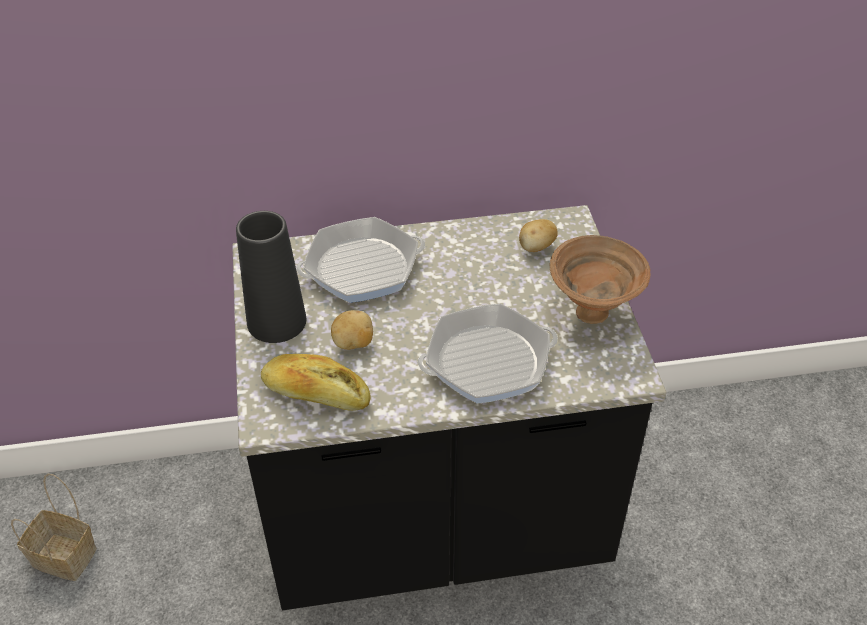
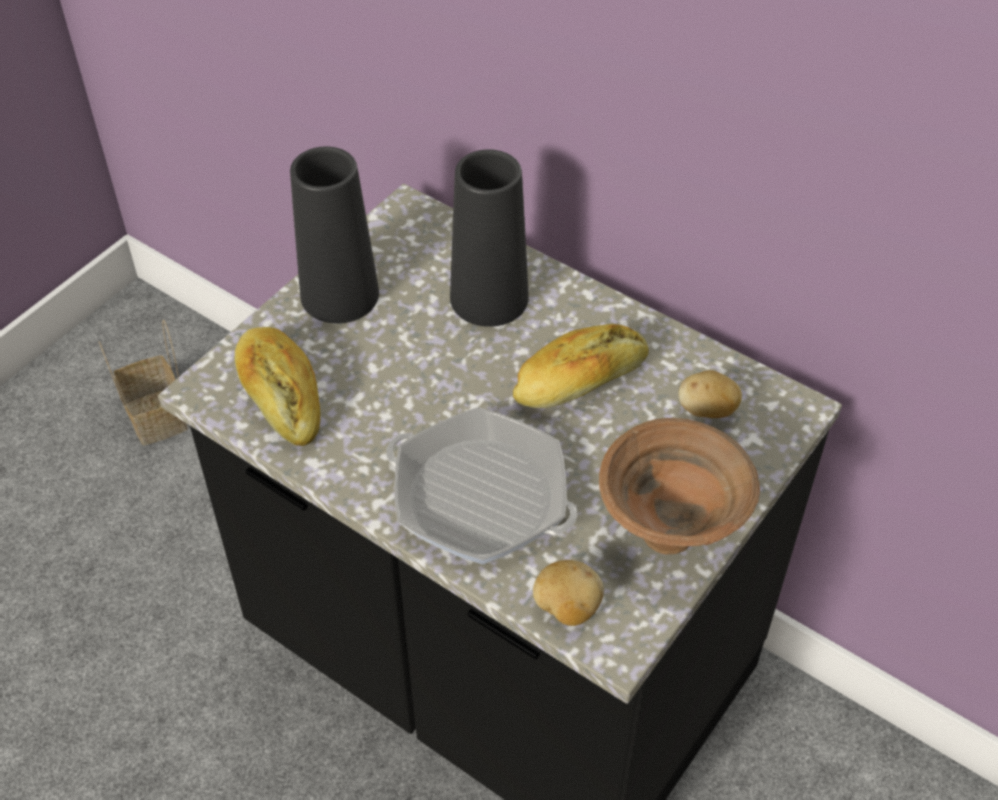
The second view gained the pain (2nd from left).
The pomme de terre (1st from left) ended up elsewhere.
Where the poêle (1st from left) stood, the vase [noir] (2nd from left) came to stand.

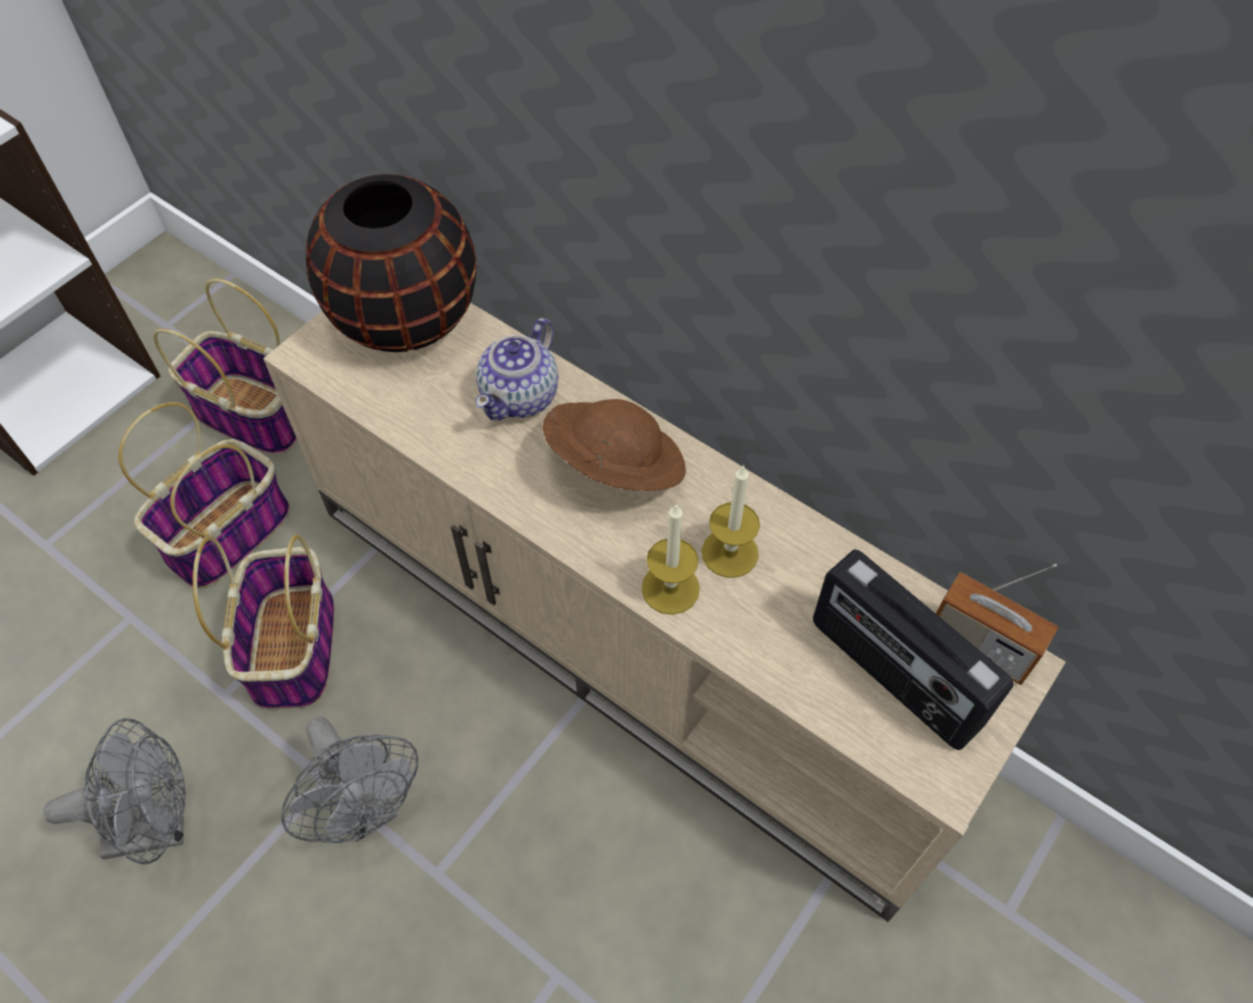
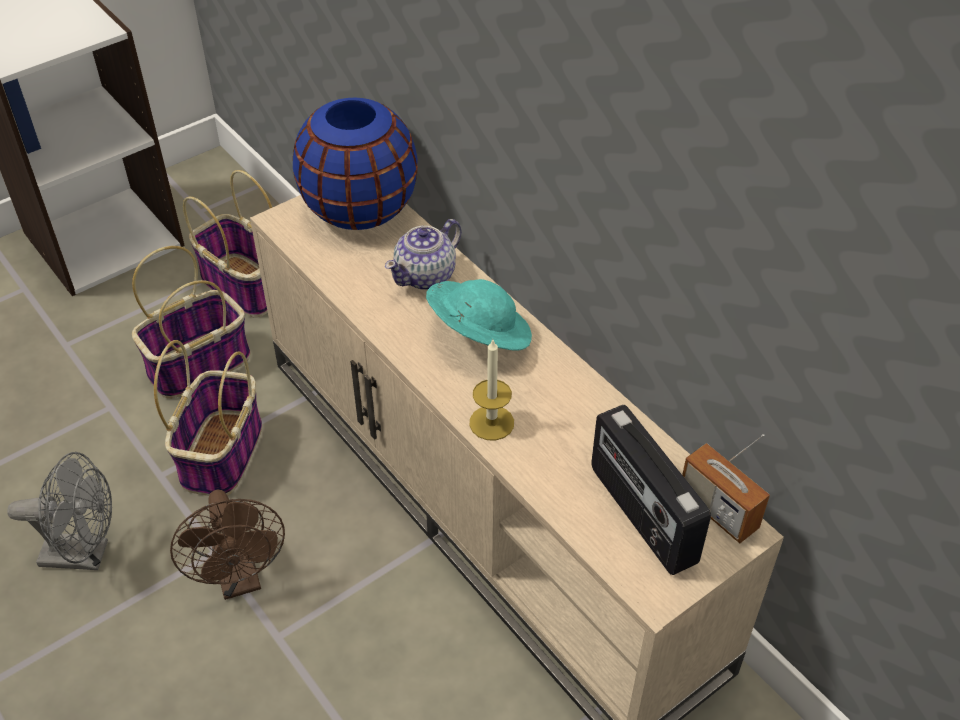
The second view lost the bougie (2nd from left).
What was the ventilateur [gris] (2nd from left) turned into the ventilateur [marron].
What was the vase [noir] turned into the vase [bleu].
What was the chapeau [marron] turned into the chapeau [turquoise].

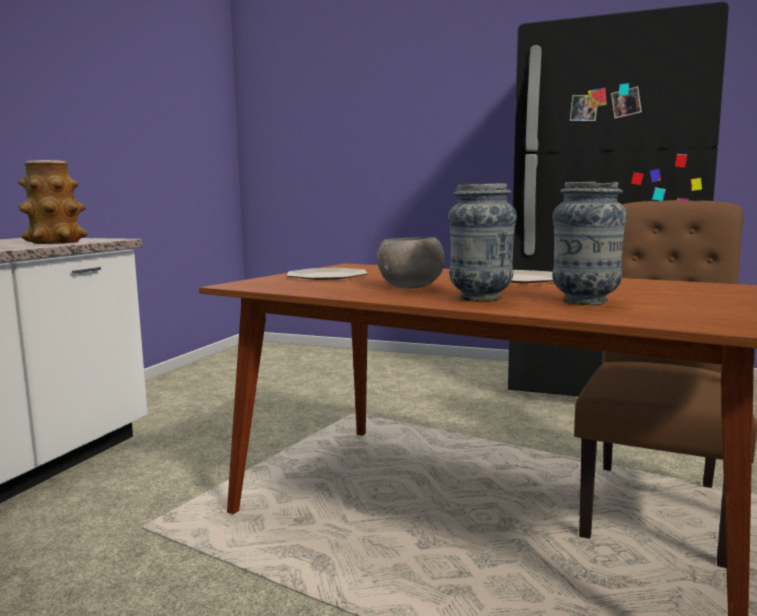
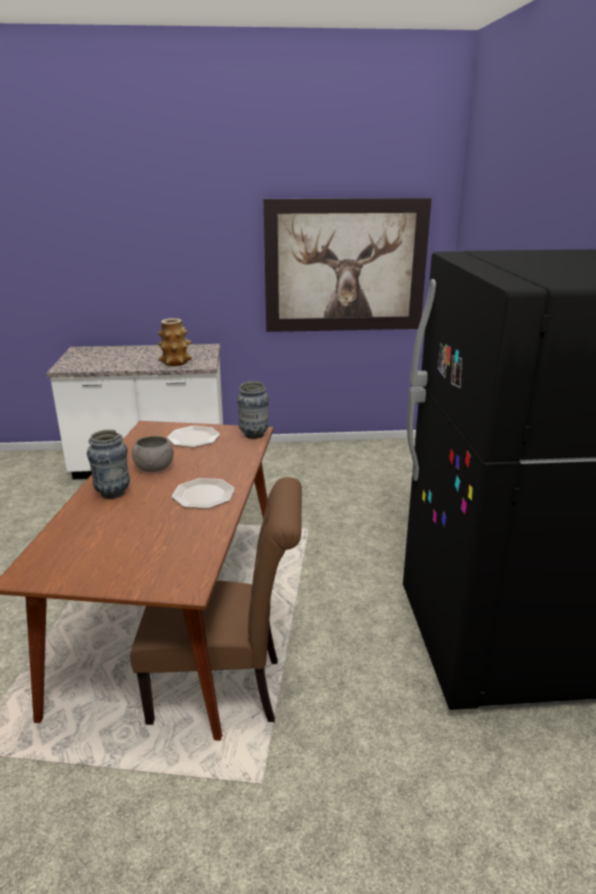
The second view gained the tableau.
The vase (3rd from left) ended up elsewhere.

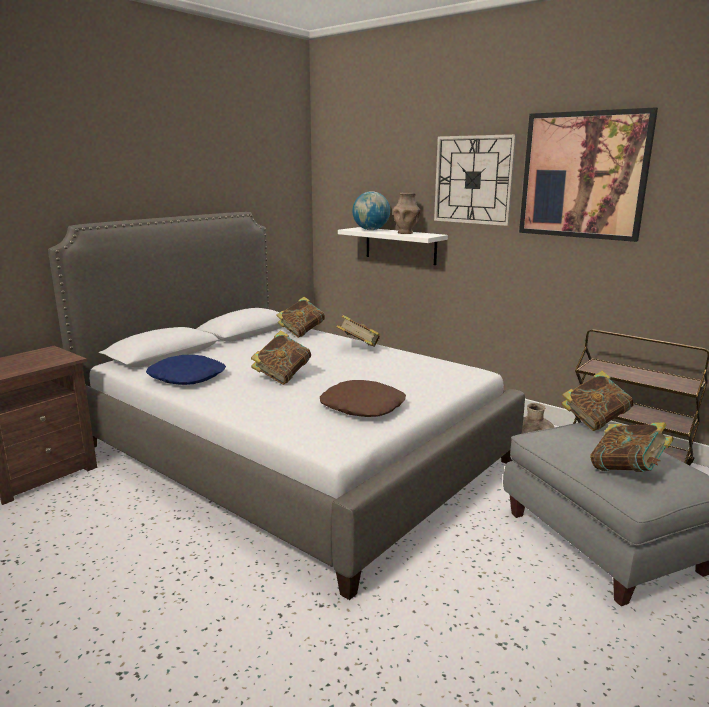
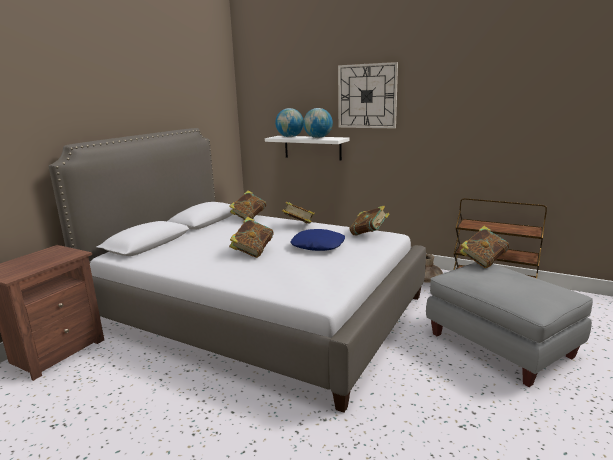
The second view lost the coussin [marron].
The second view lost the tableau.
The coussin [bleu] ended up elsewhere.
The livre (5th from left in the first image) ended up elsewhere.
Where the vase [marron] (1st from left) stood, the globe (2nd from left) came to stand.

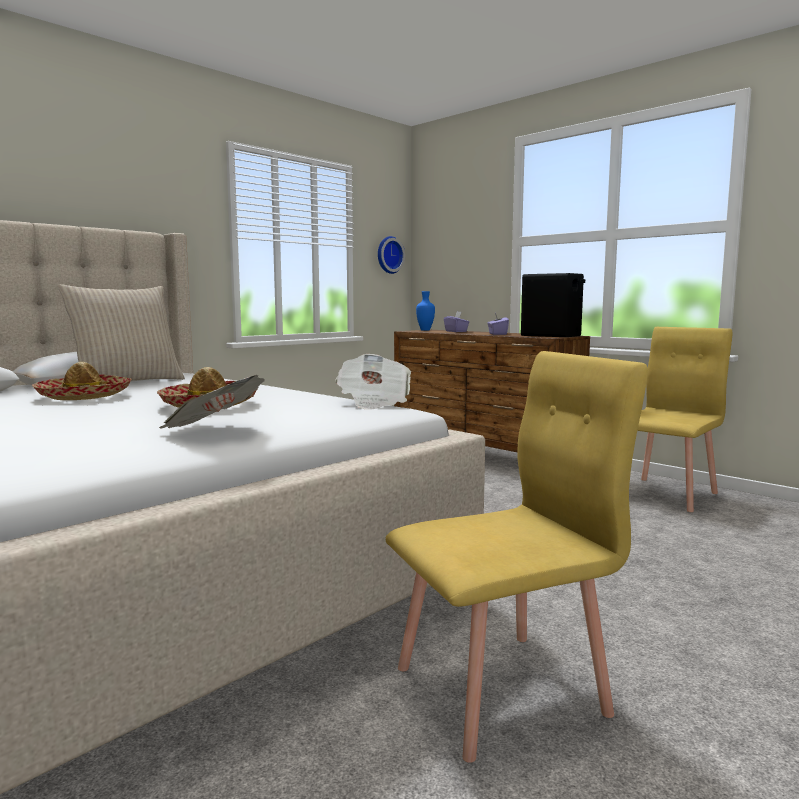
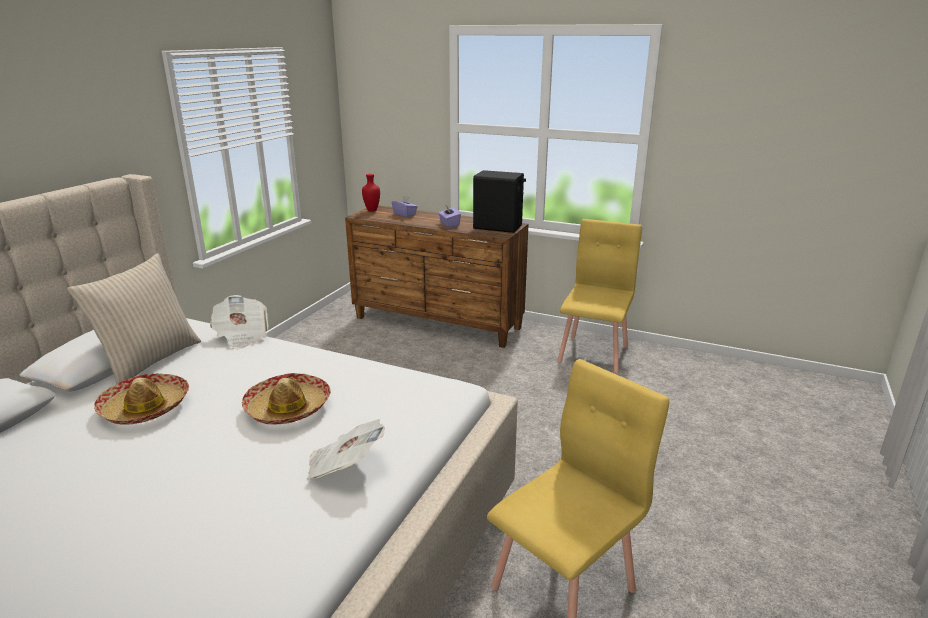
The second view lost the horloge murale.
The journal (2nd from left in the first image) ended up elsewhere.
What was the vase [bleu] turned into the vase [rouge].

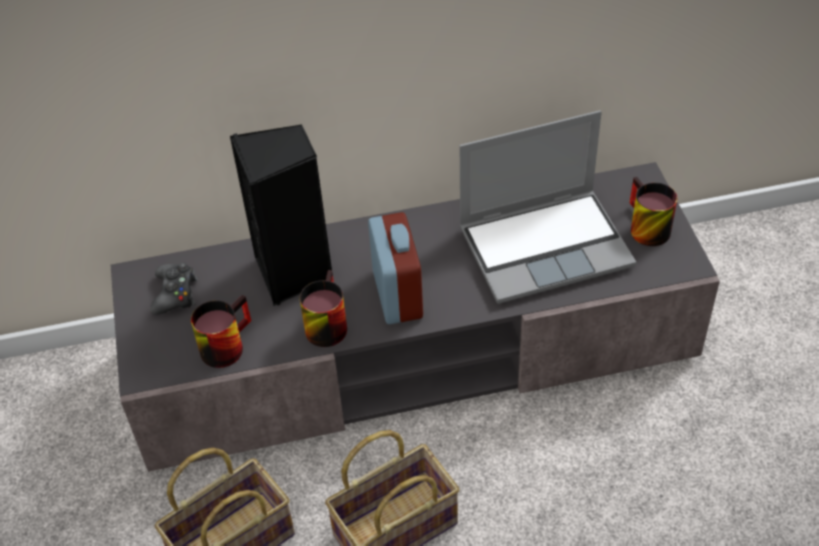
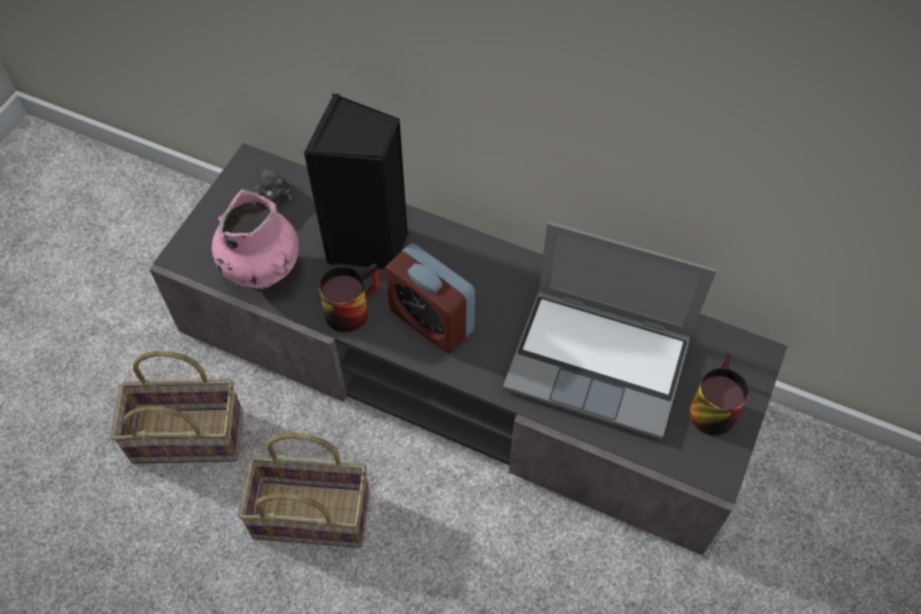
Where the mug (1st from left) stood, the vase [rose] came to stand.
The réveil ended up facing another way, 105 degrees clockwise from before.

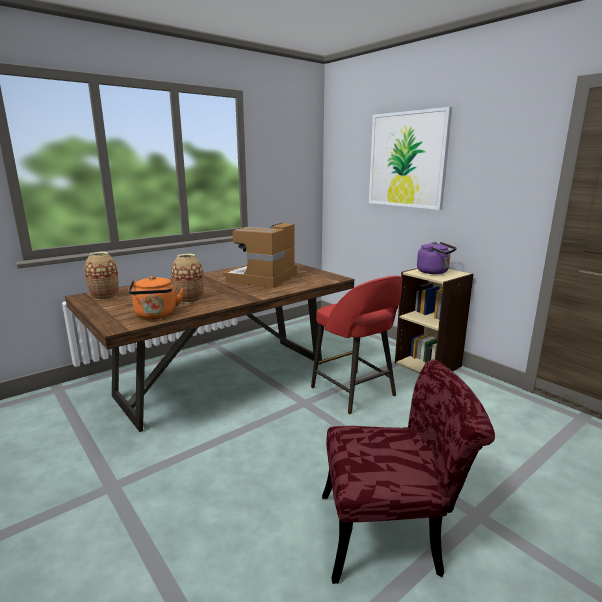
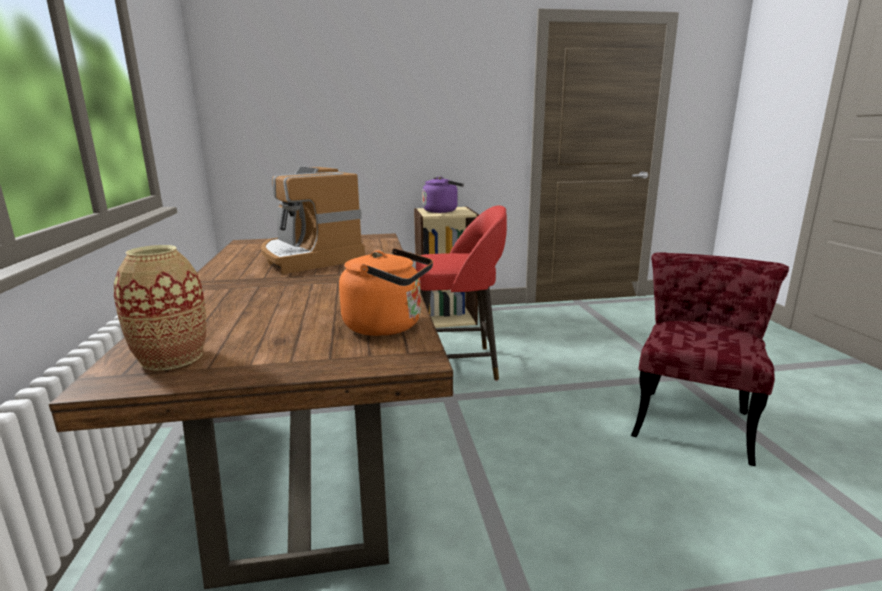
The second view lost the vase (2nd from left).
The second view lost the tableau.

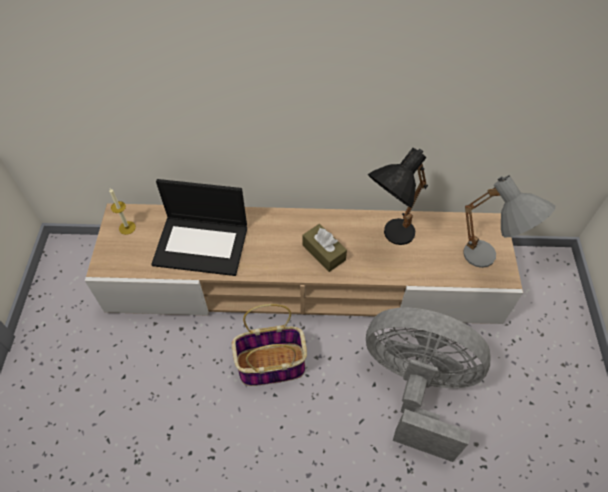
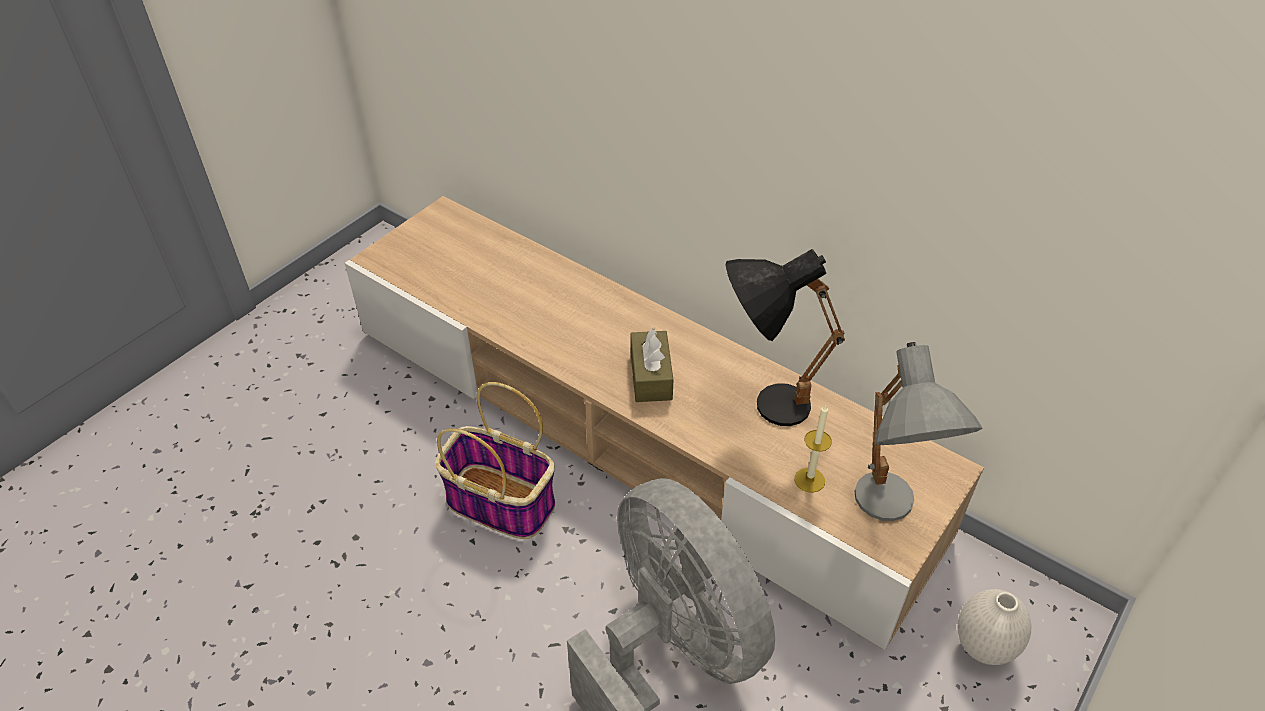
The second view lost the ordinateur portable.
The second view gained the vase [blanc].
The bougie ended up elsewhere.

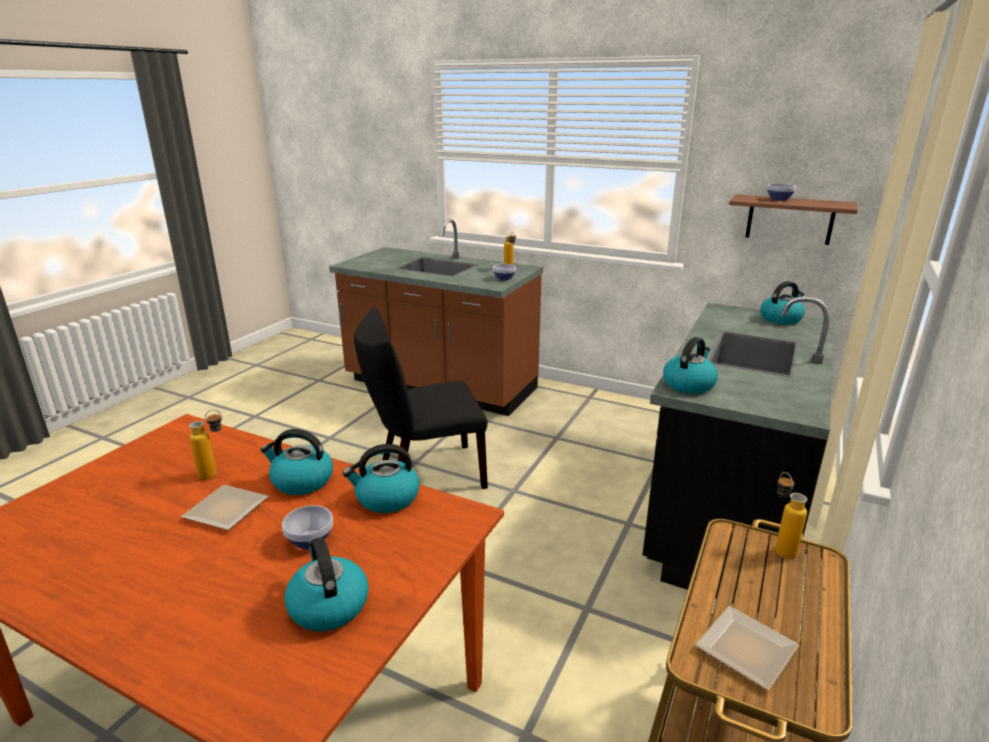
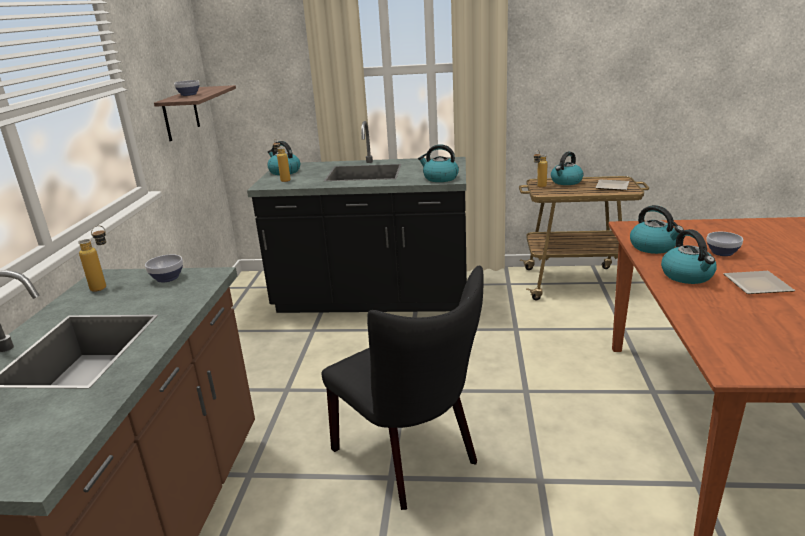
The bouteille (1st from left in the first image) ended up elsewhere.
The bouilloire (2nd from left in the first image) ended up elsewhere.

